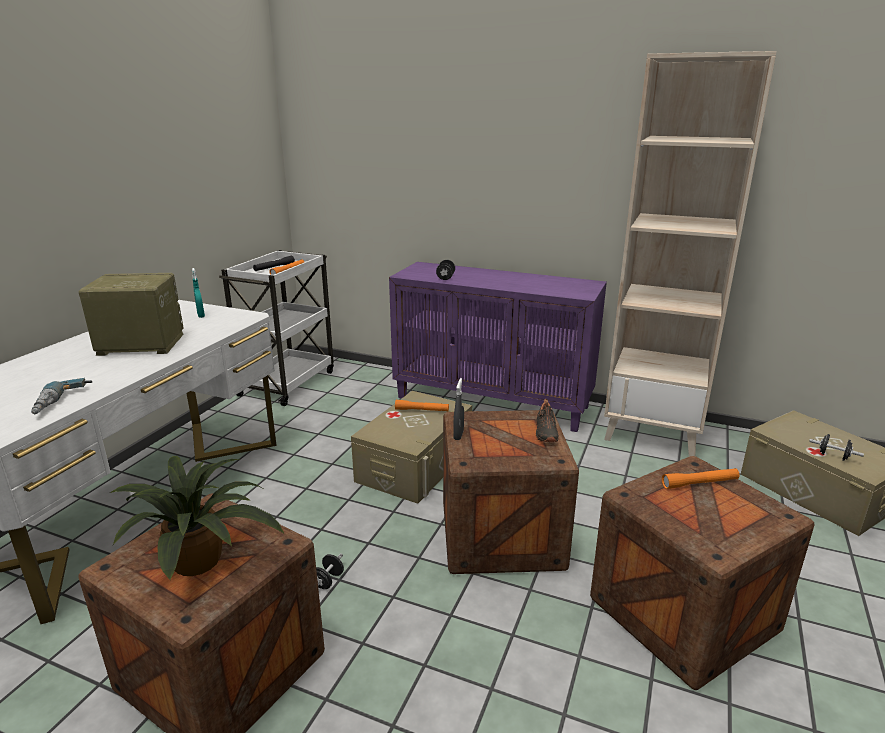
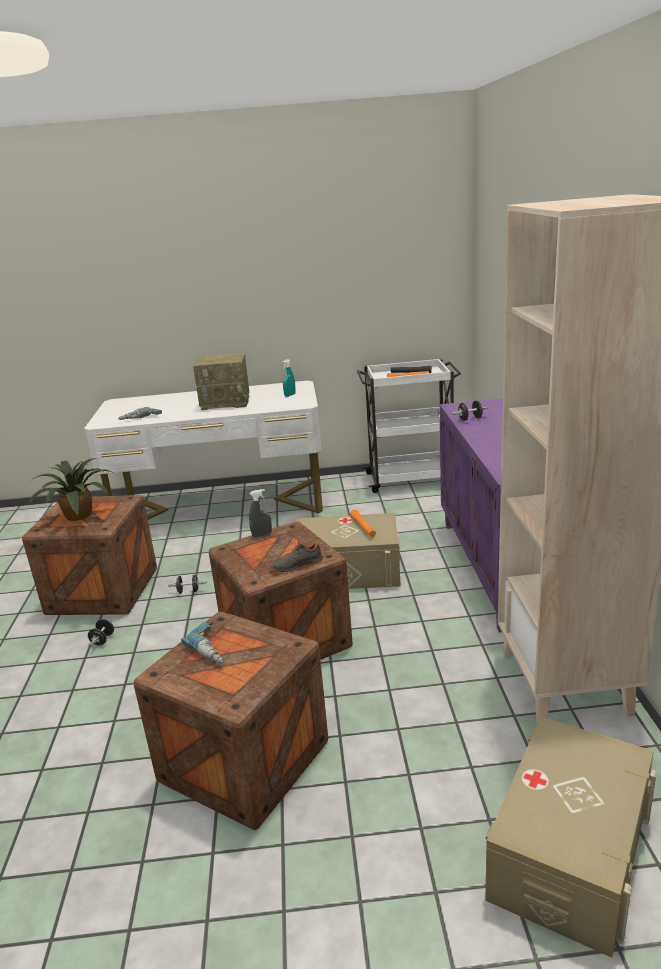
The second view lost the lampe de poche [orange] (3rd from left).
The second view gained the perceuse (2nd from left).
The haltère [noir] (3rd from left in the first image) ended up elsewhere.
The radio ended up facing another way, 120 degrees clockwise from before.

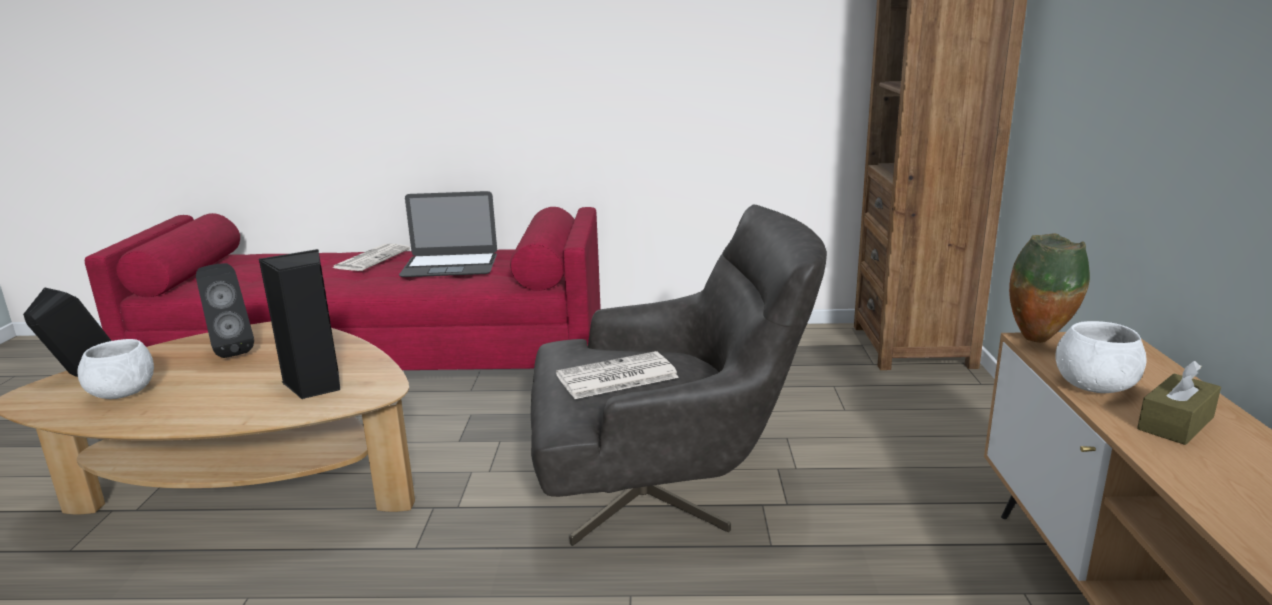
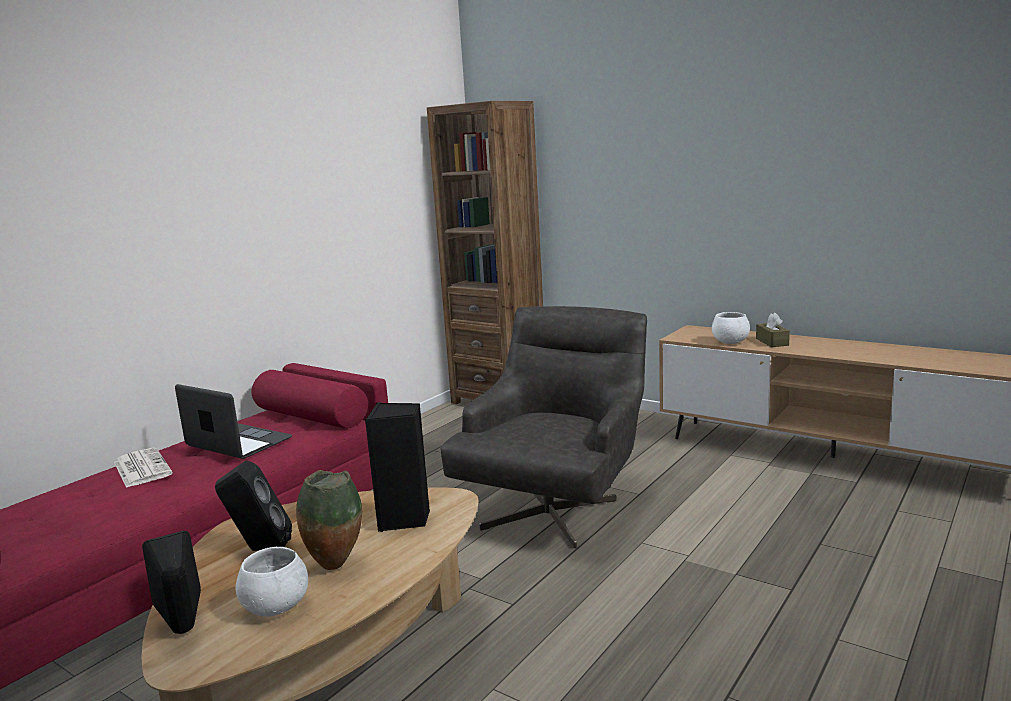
The second view lost the journal (2nd from left).
The vase ended up elsewhere.
The ordinateur portable ended up facing another way, 90 degrees counterclockwise from before.

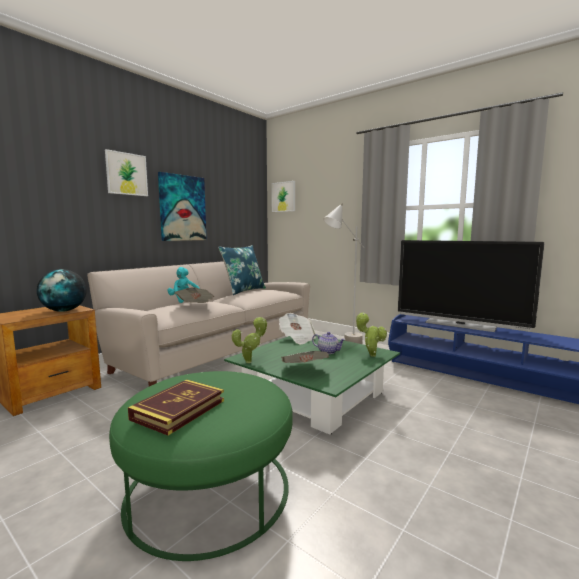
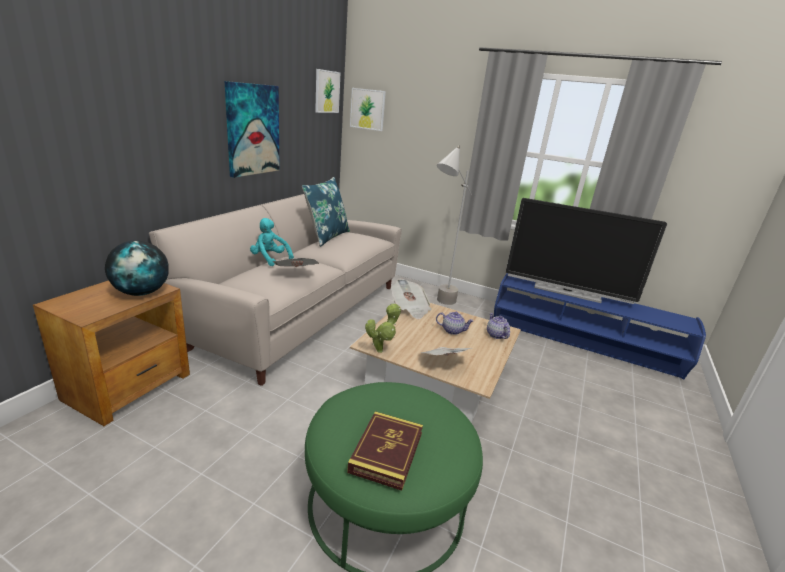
The tableau (1st from left in the first image) ended up elsewhere.
Where the plante en pot (2nd from left) stood, the théière (2nd from left) came to stand.
What was the table basse [vert] turned into the table basse [beige].

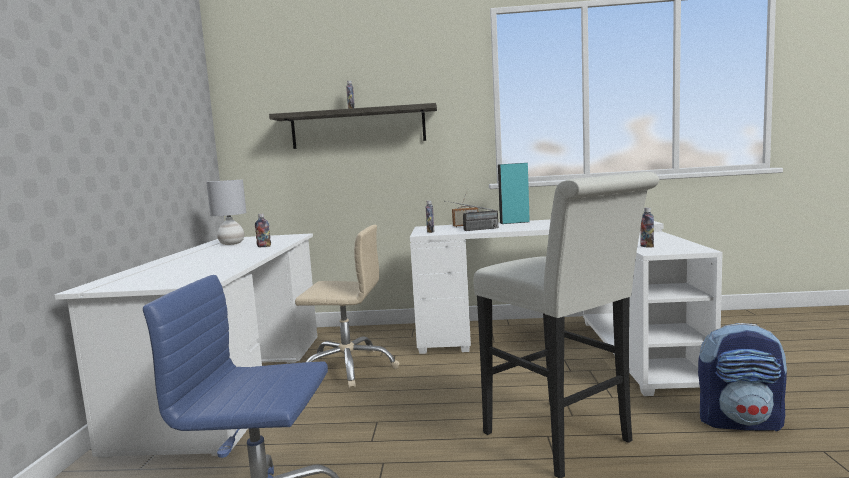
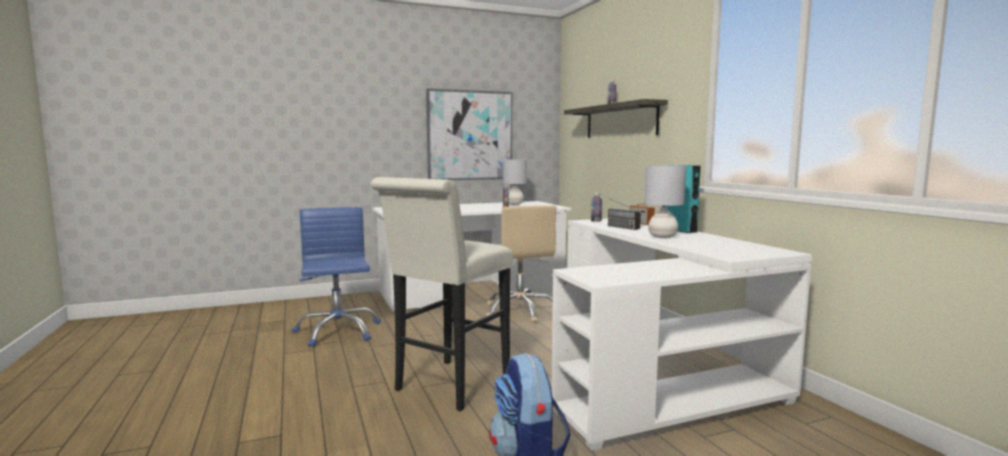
The second view lost the bouteille (4th from left).
The second view gained the tableau.
The second view gained the lampe de table [gris] (2nd from left).

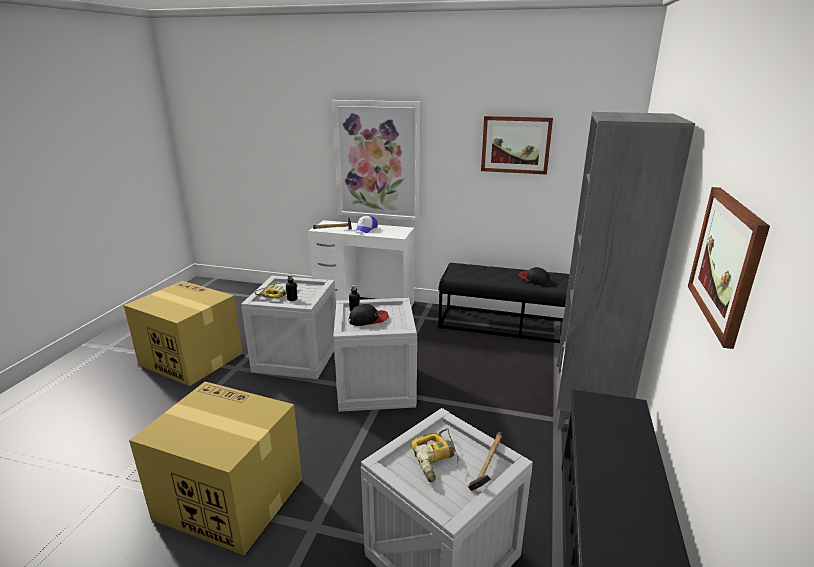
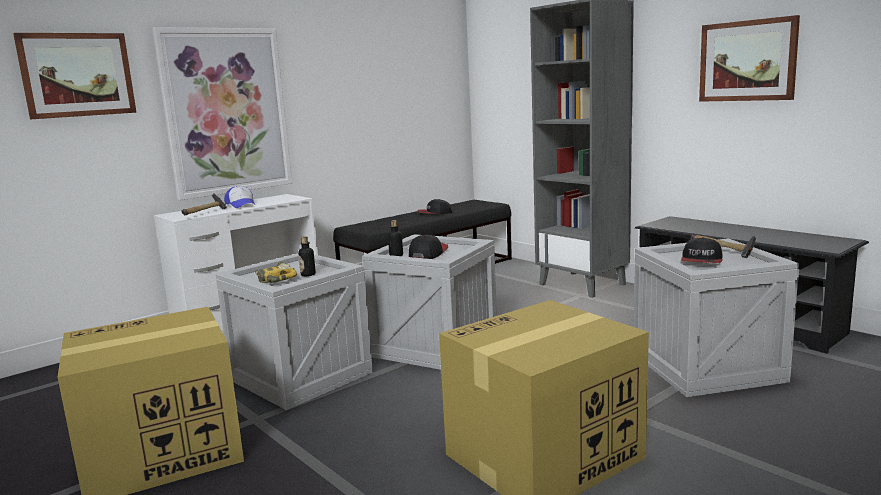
The tableau (2nd from left in the first image) ended up elsewhere.
Where the perceuse (2nd from left) stood, the casquette (4th from left) came to stand.

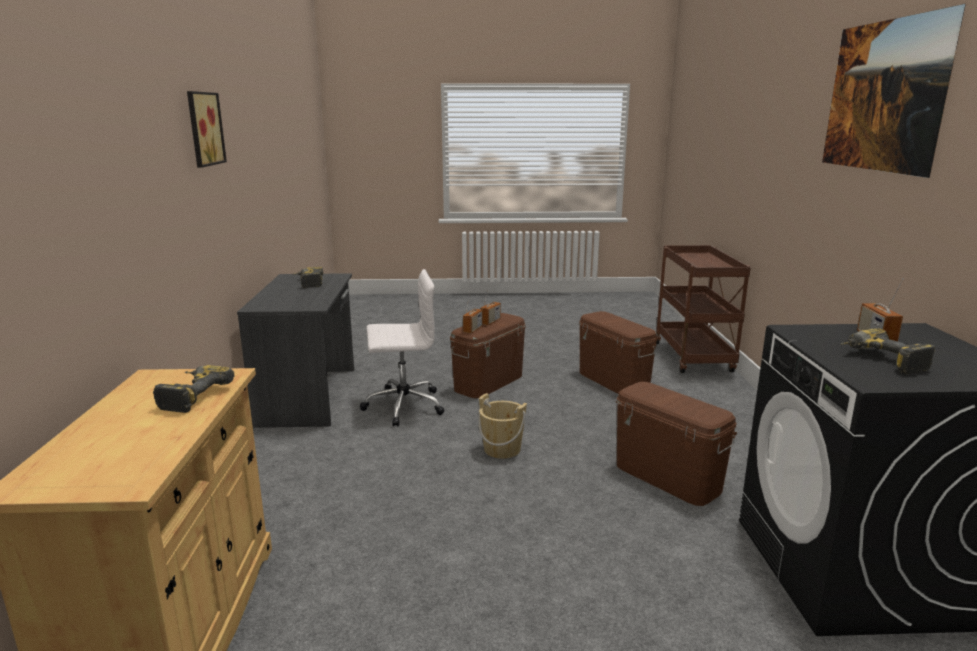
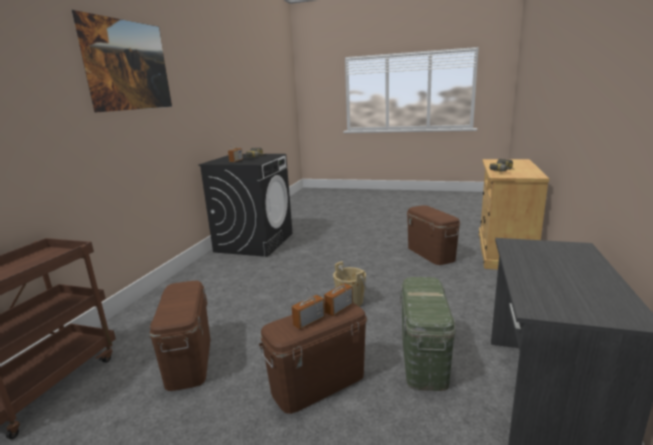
The second view lost the tableau (1st from left).
The second view lost the perceuse (2nd from left).
The boîte de rangement [marron] (3rd from left) ended up elsewhere.
Where the chaise de bureau [blanc] stood, the boîte de rangement [vert] came to stand.

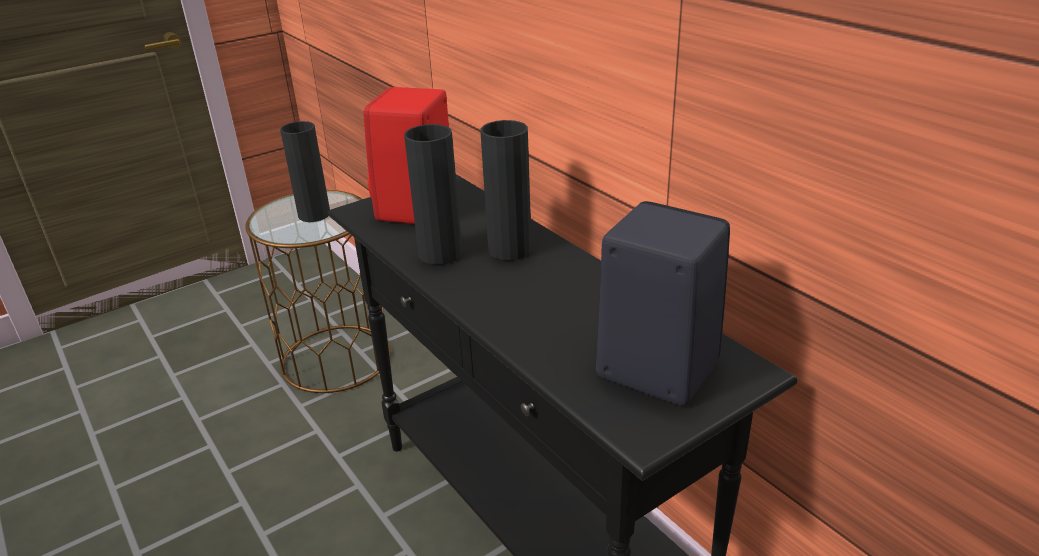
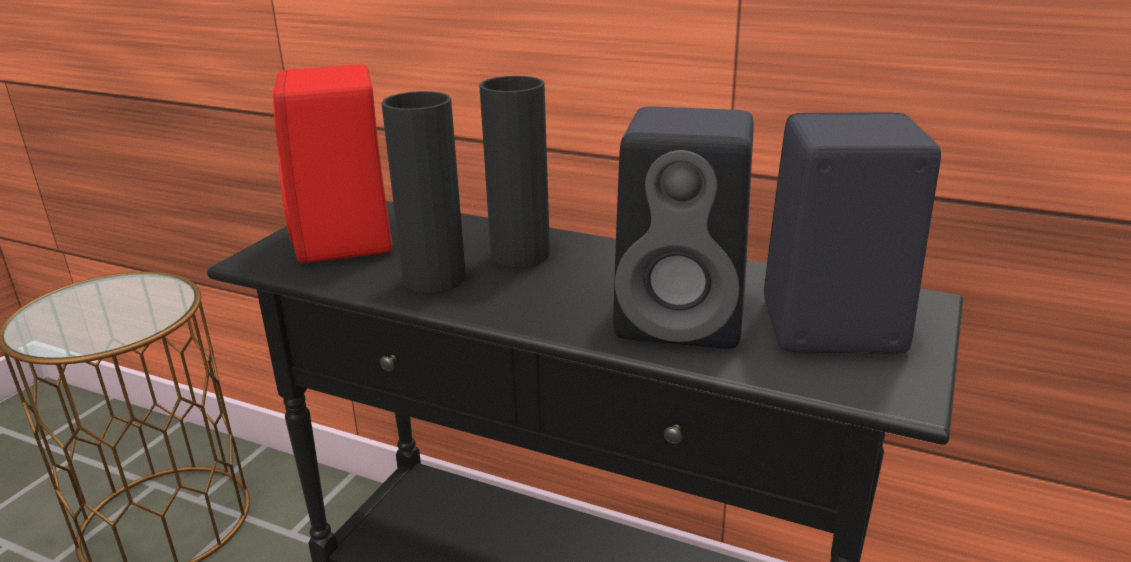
The second view lost the vase [noir] (1st from left).
The second view gained the enceinte [noir] (1st from left).

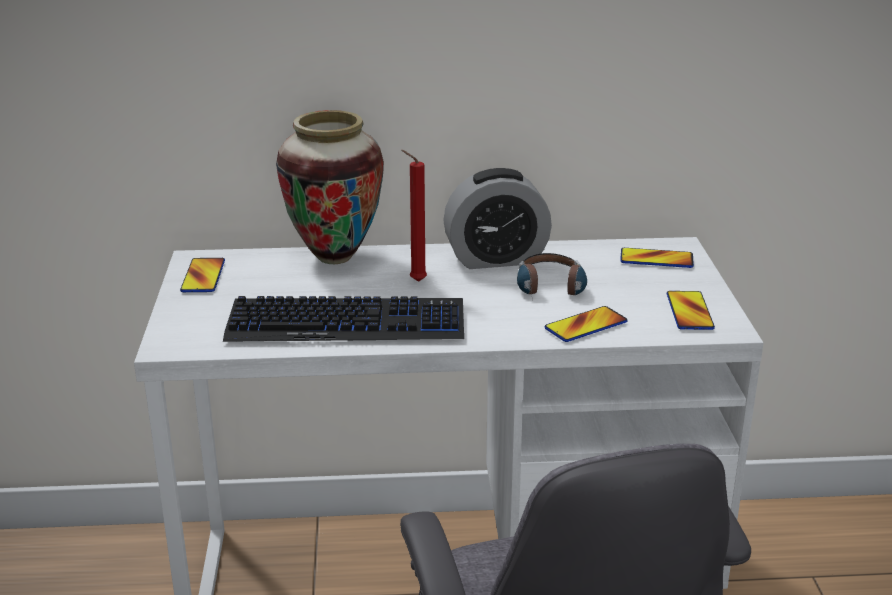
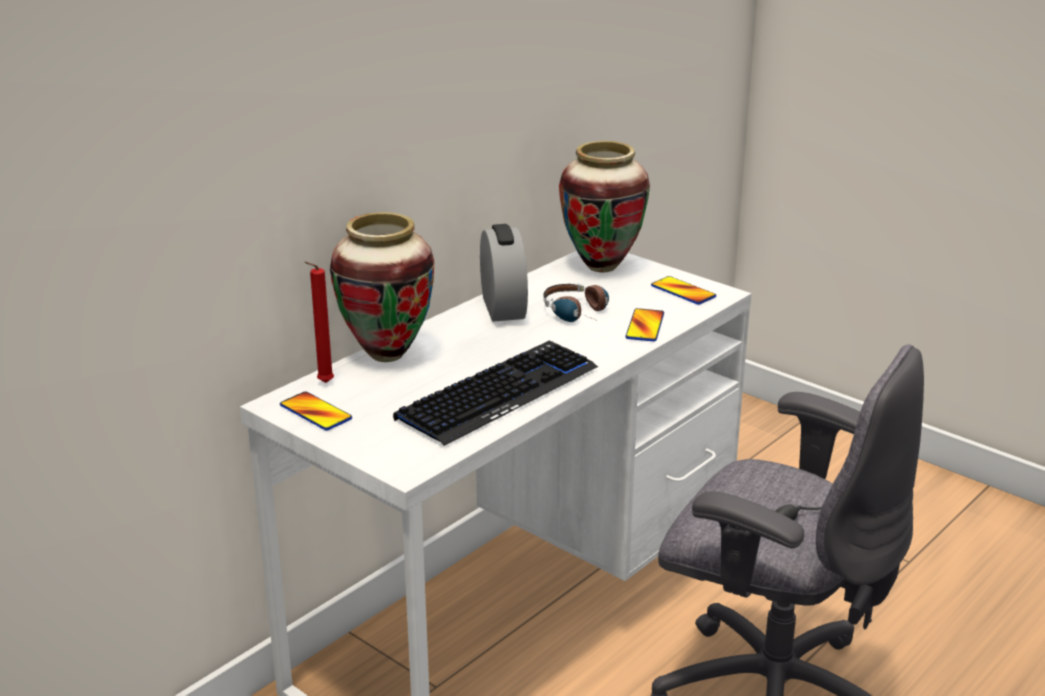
The bougie [rouge] ended up elsewhere.
Where the téléphone (3rd from left) stood, the vase (2nd from left) came to stand.
The réveil ended up facing another way, 45 degrees counterclockwise from before.

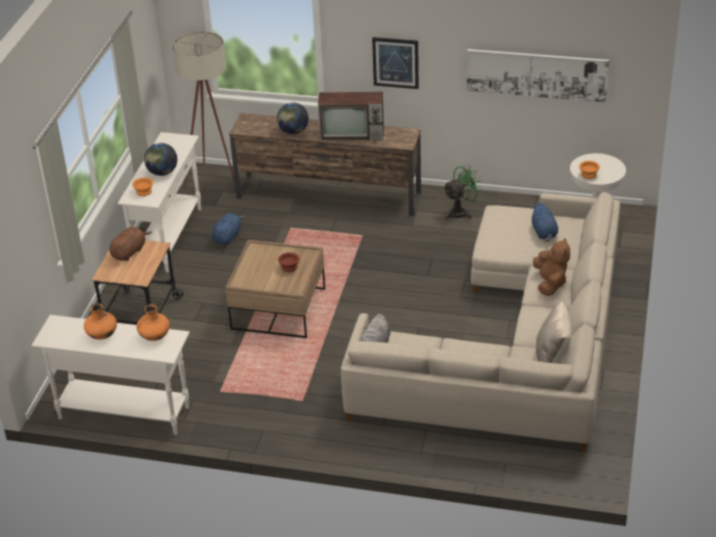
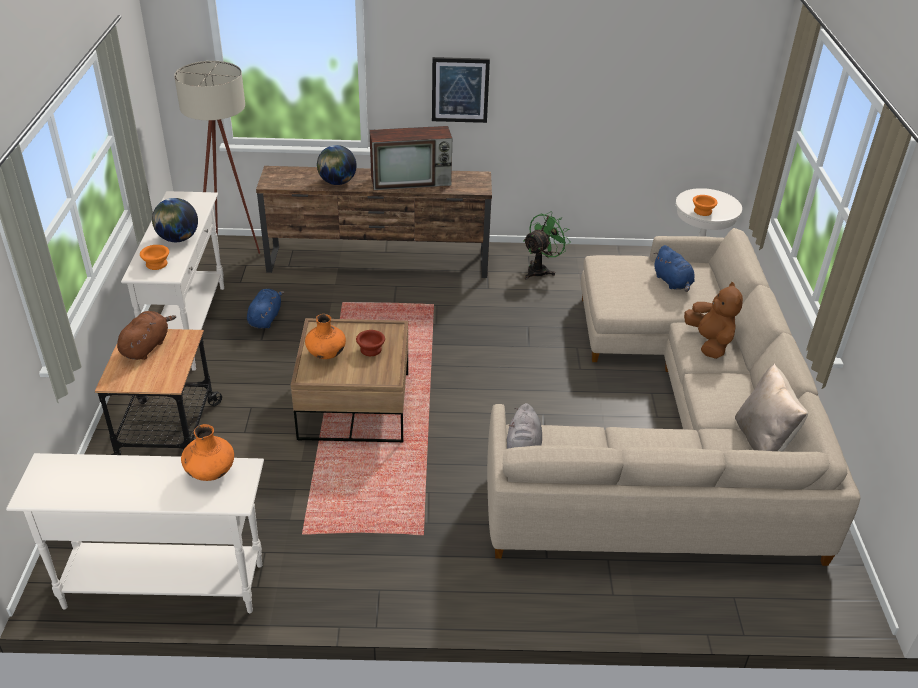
The second view lost the tableau (2nd from left).
The vase [orange] (1st from left in the first image) ended up elsewhere.

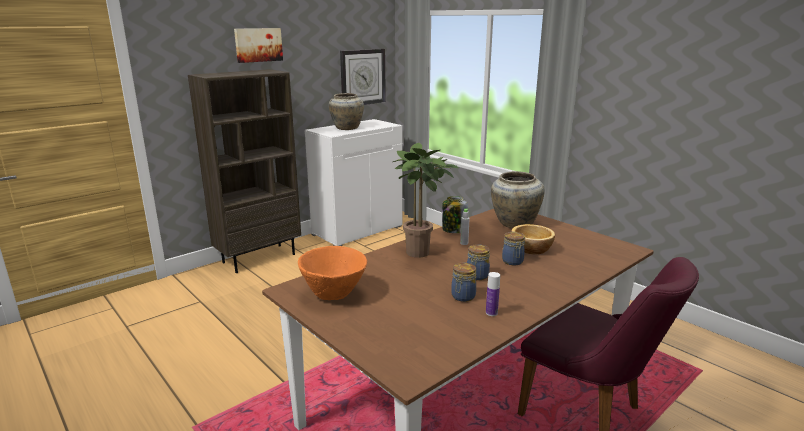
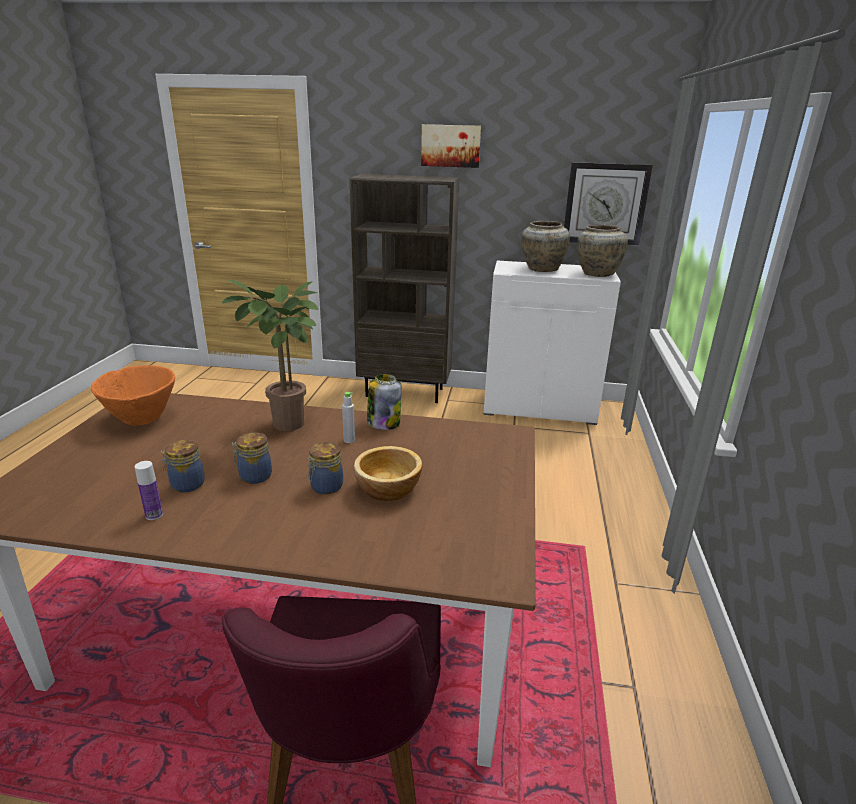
The vase [beige] (2nd from left) ended up elsewhere.

